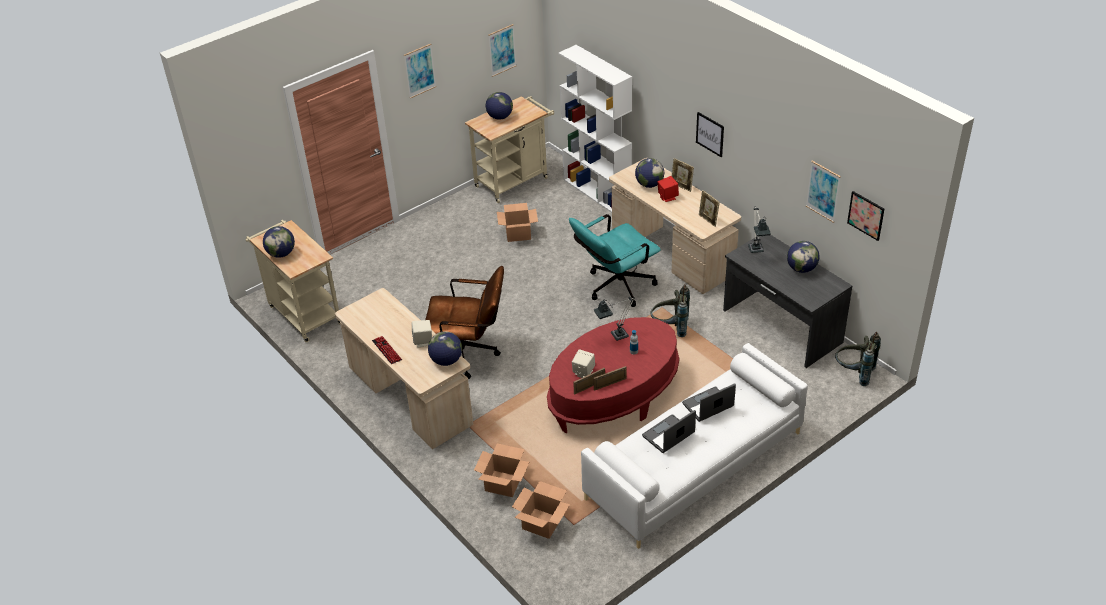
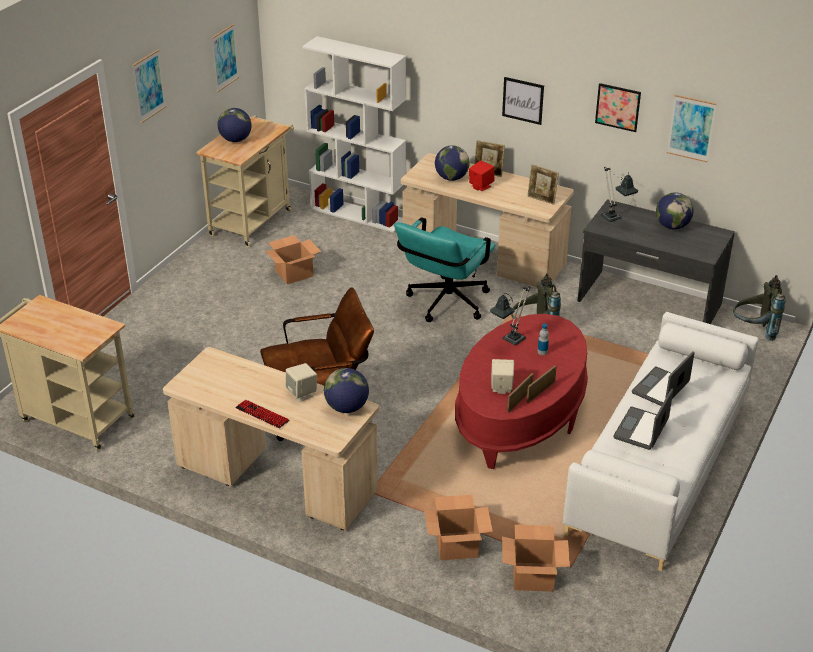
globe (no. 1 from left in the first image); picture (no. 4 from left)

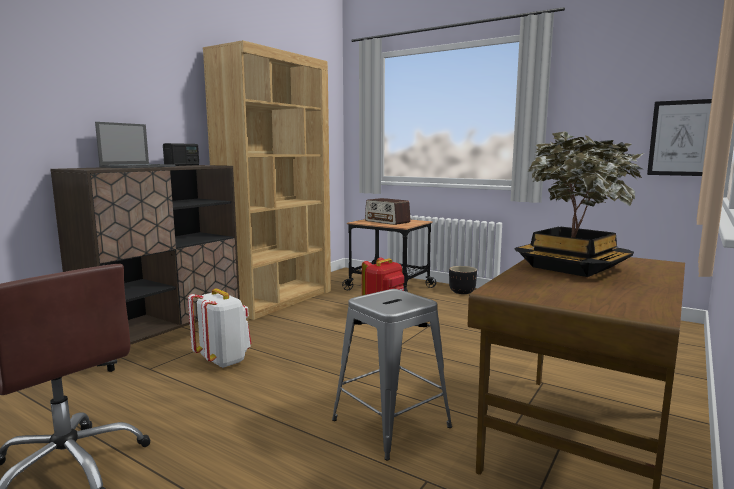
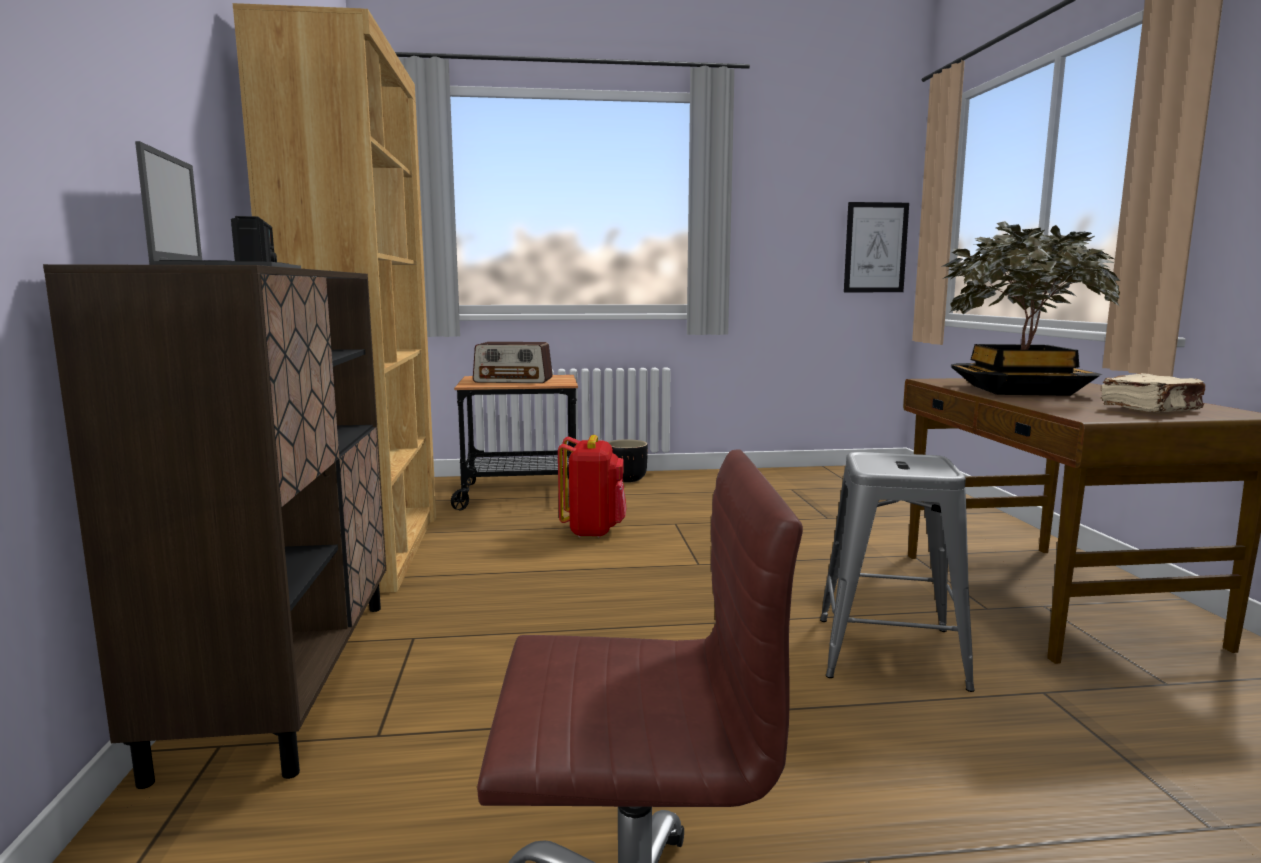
white_backpack; beige_book

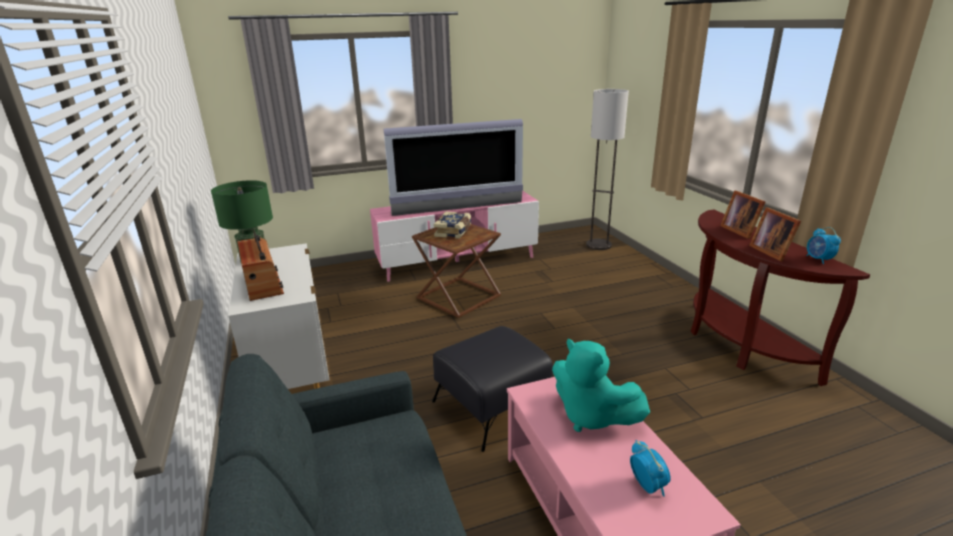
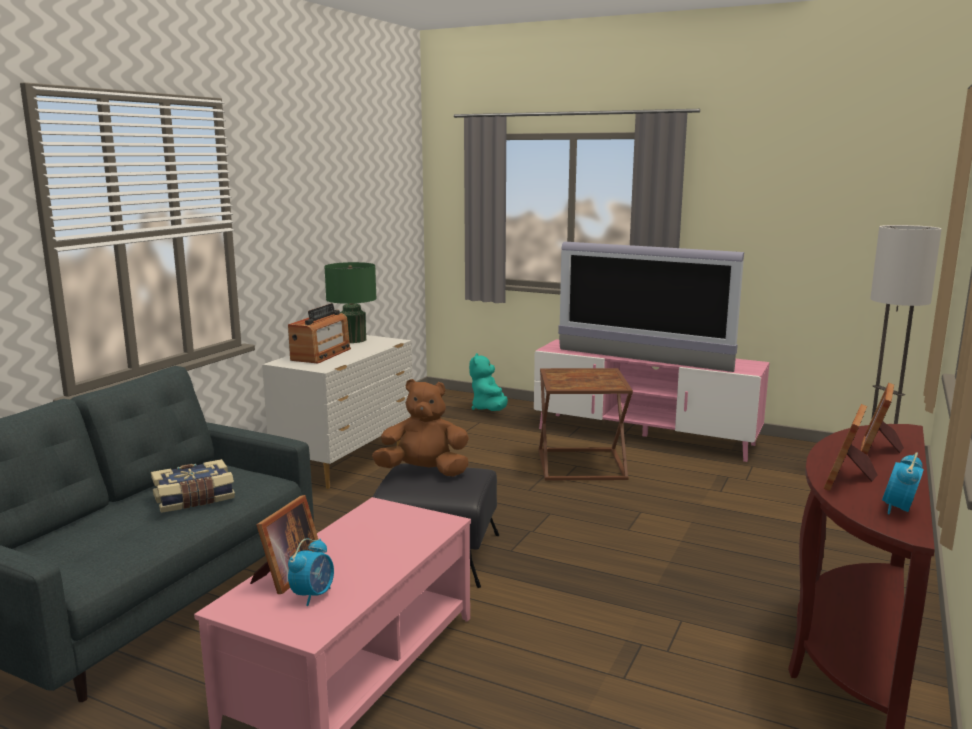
book; turquoise_plush_toy; picture_frame (no. 1 from left); brown_plush_toy

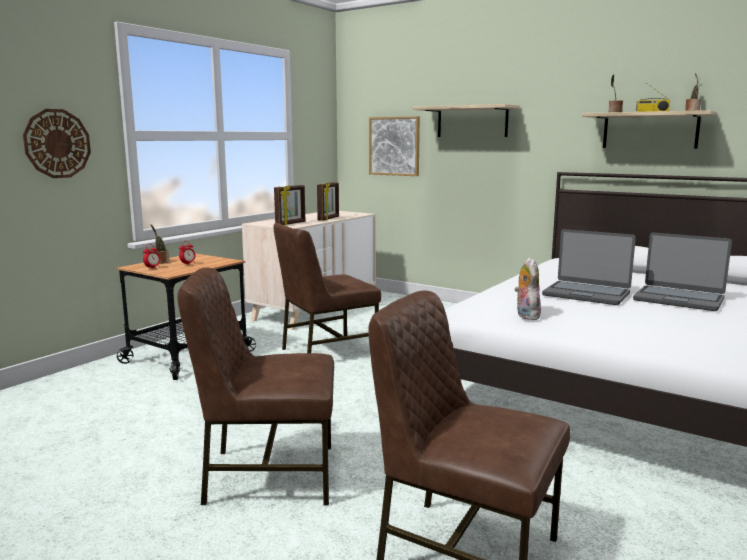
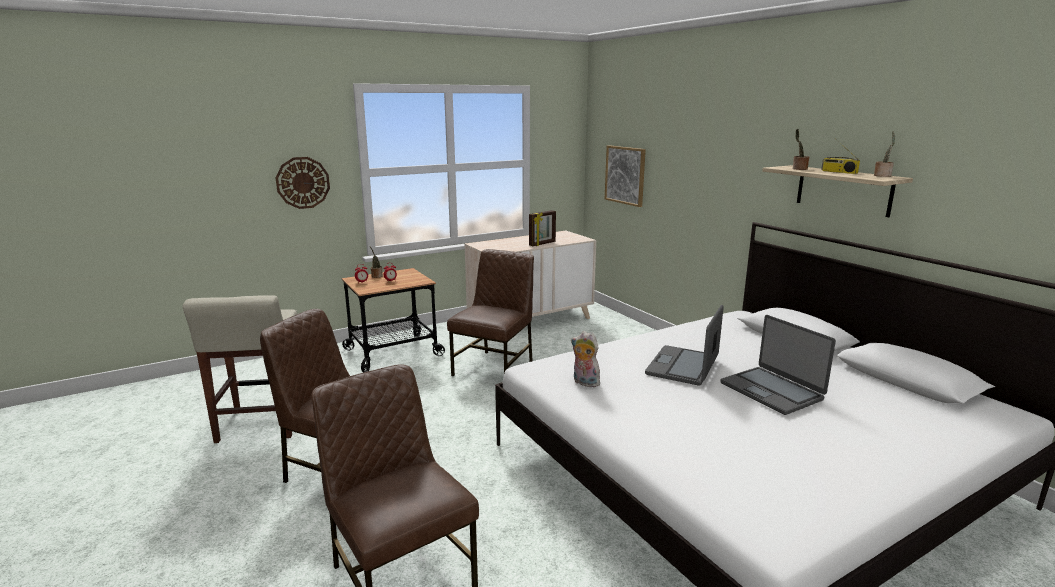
brown_chair (no. 3 from left); picture_frame (no. 1 from left in the first image); shelf (no. 1 from left in the first image); plush_toy; laptop (no. 1 from left); beige_stool

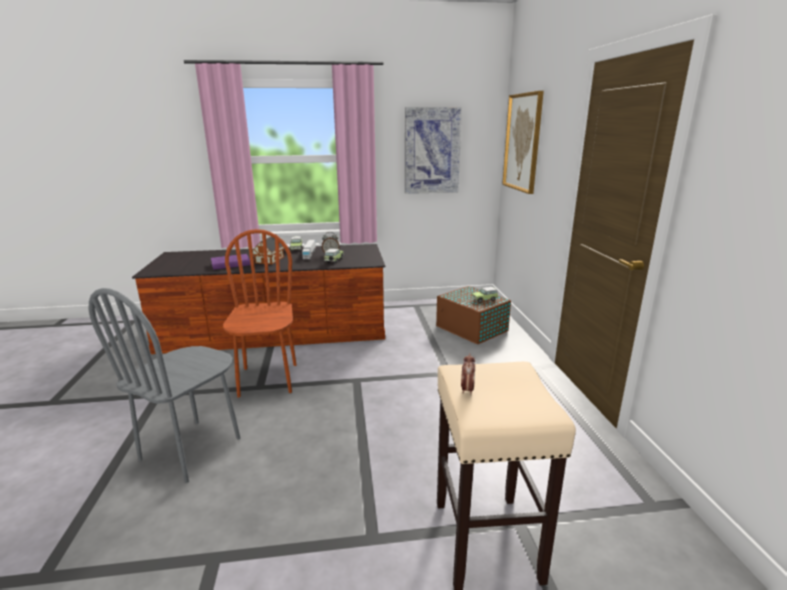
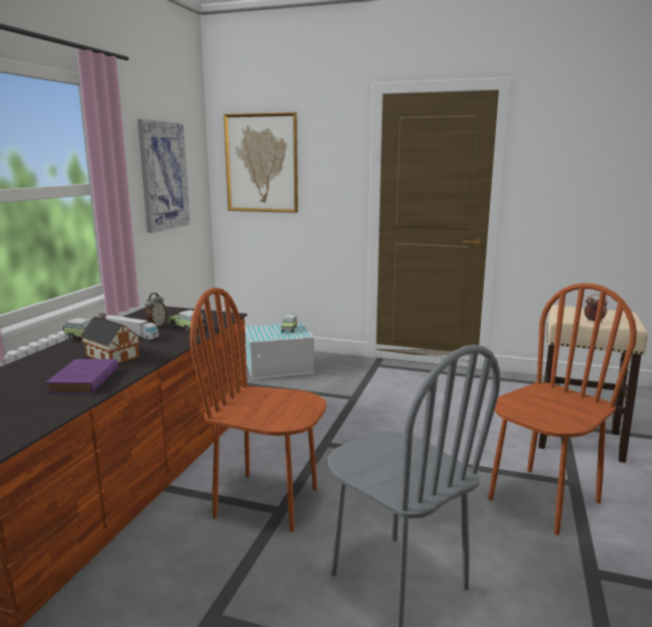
white_storage_box; brown_chair (no. 2 from left)

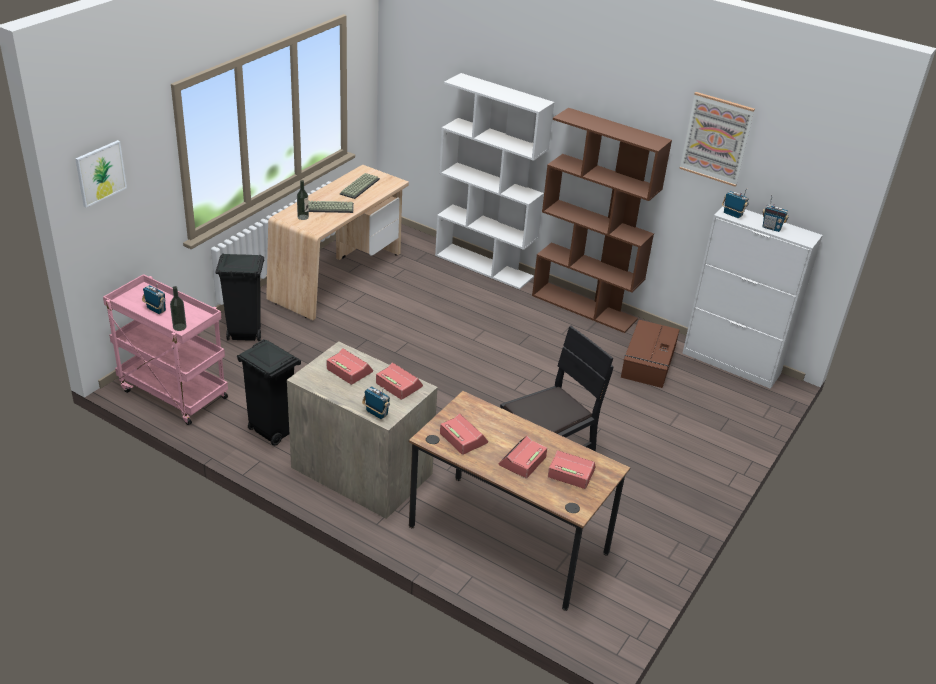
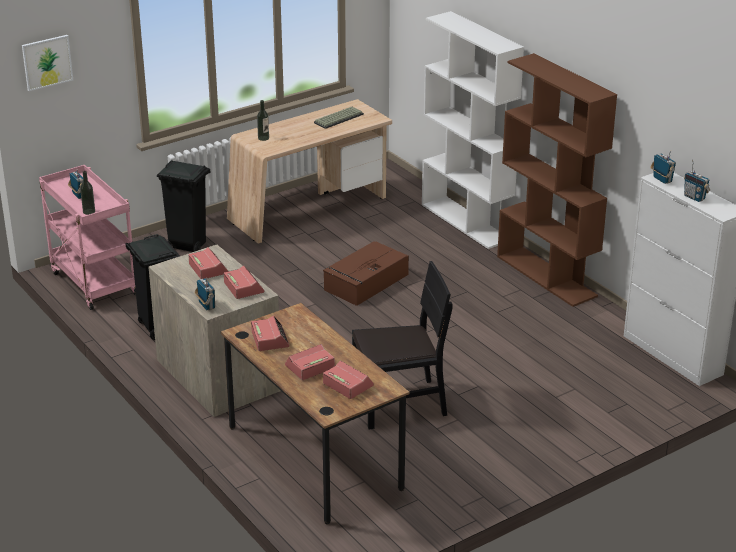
keyboard (no. 1 from left in the first image); brown_storage_box; picture (no. 2 from left in the first image)

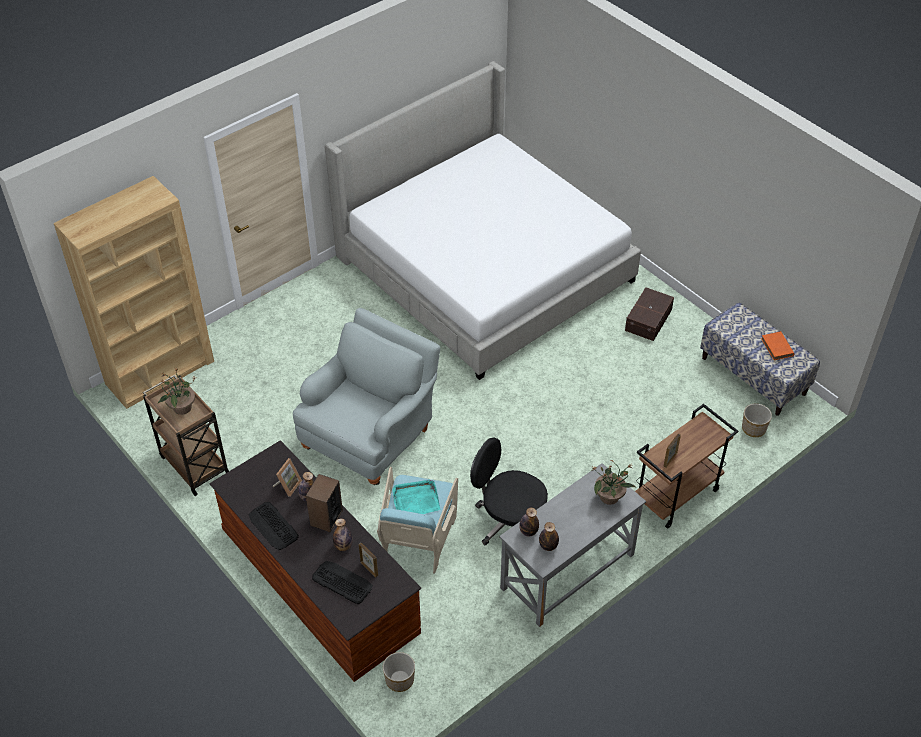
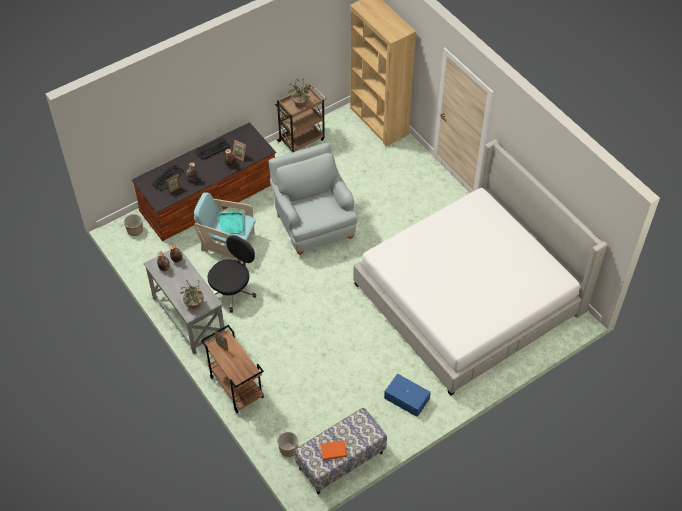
grey_armchair; speaker; blue_storage_box

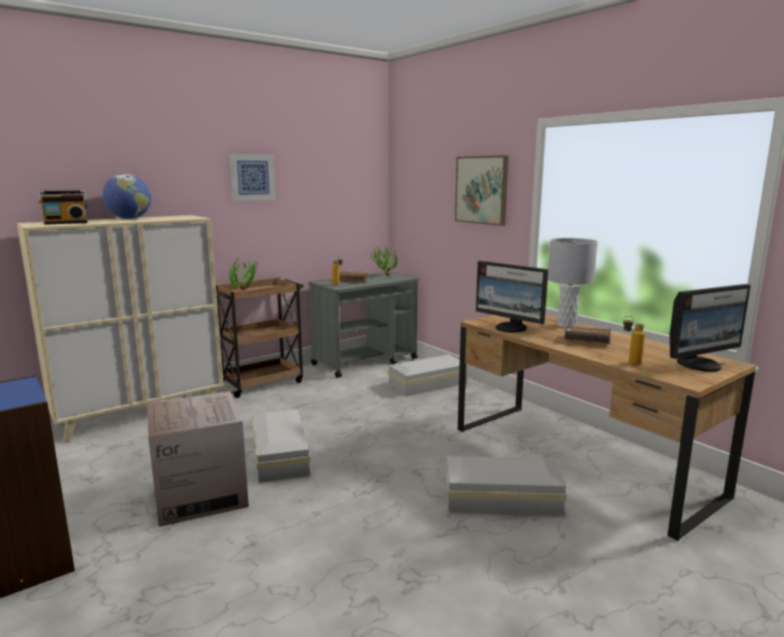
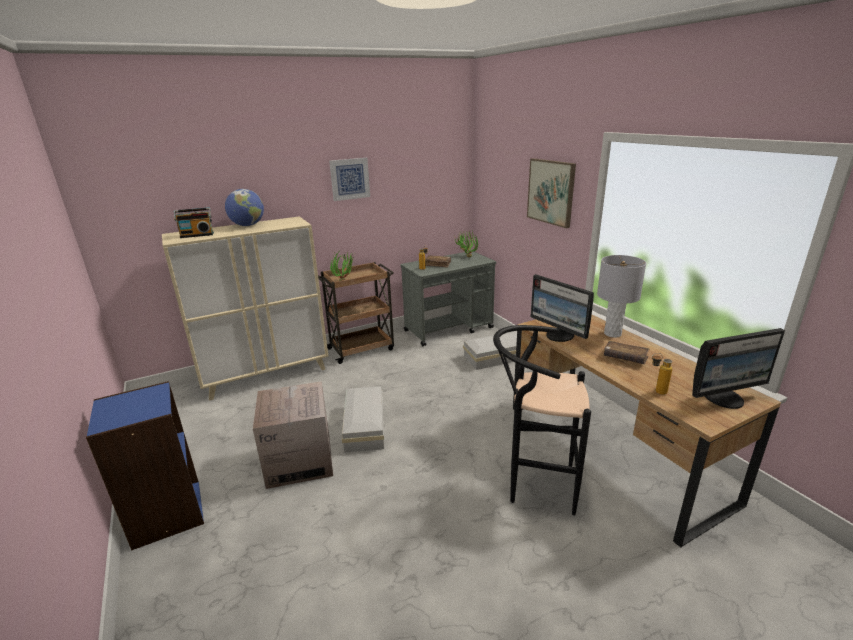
black_stool

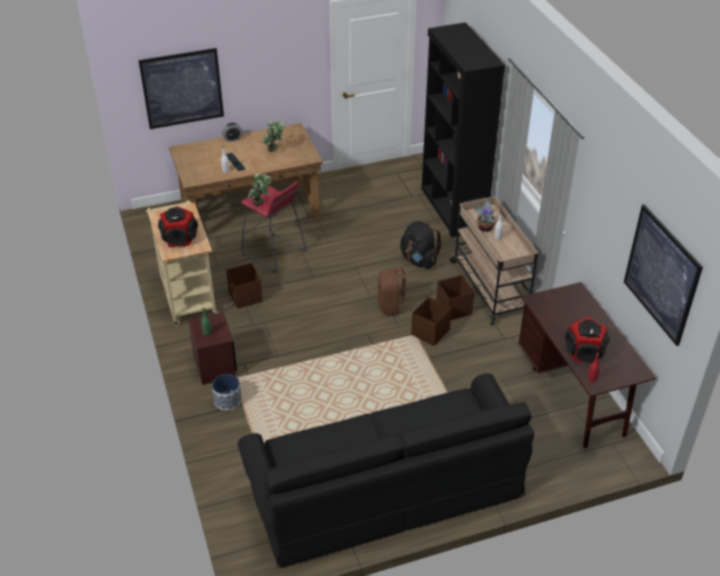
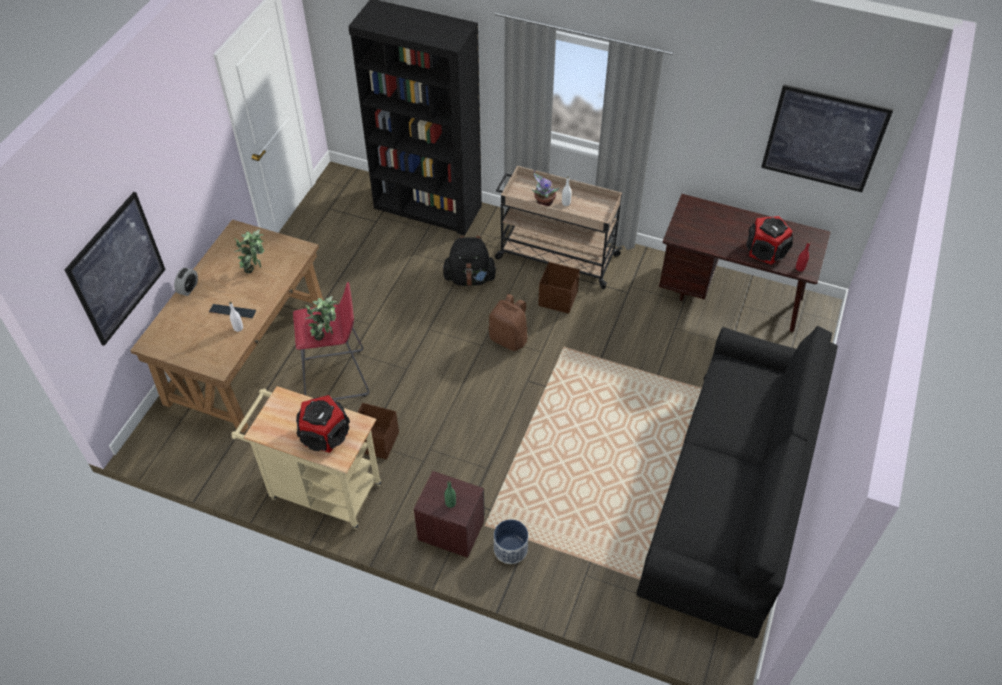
brown_storage_box (no. 2 from left in the first image)

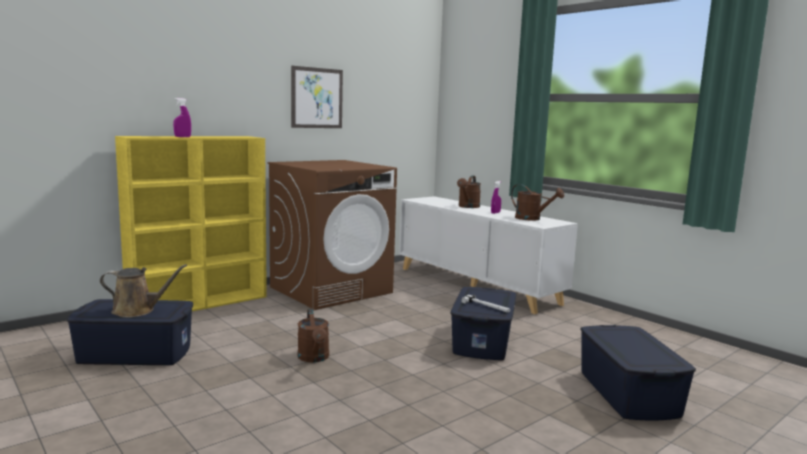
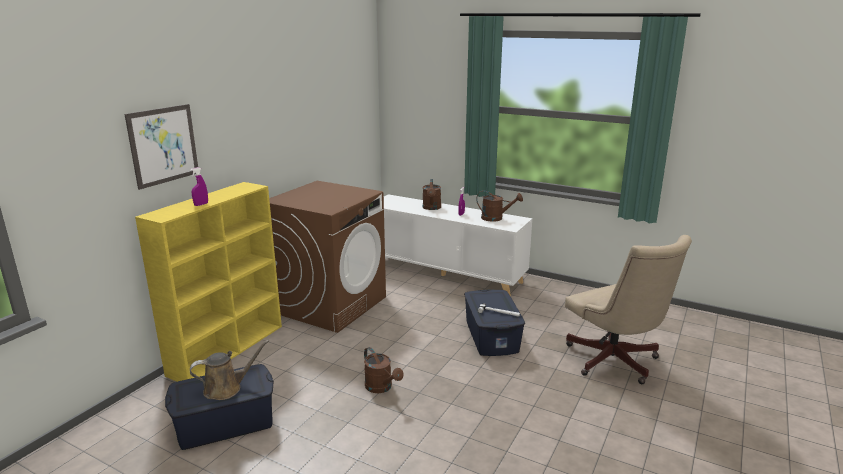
picture; beige_office_chair

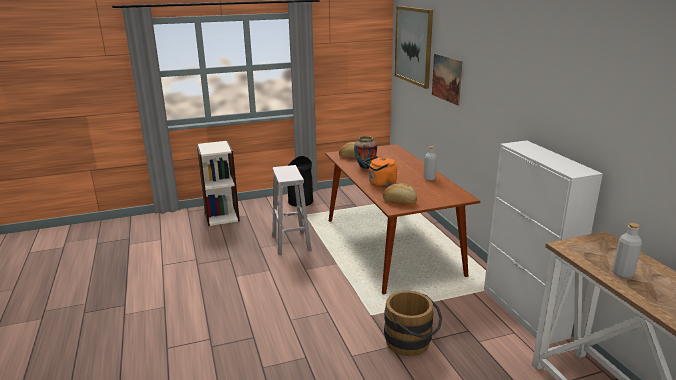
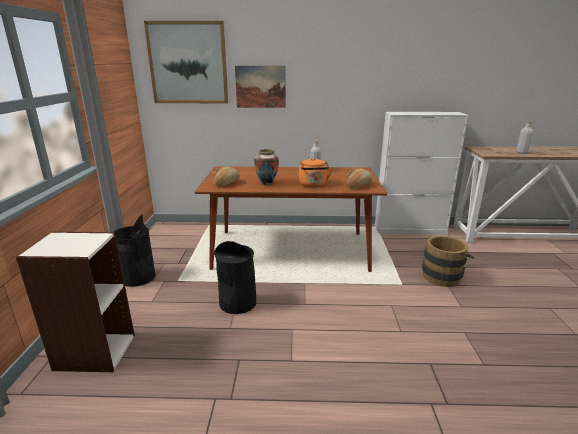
black_trash_can (no. 2 from left)

